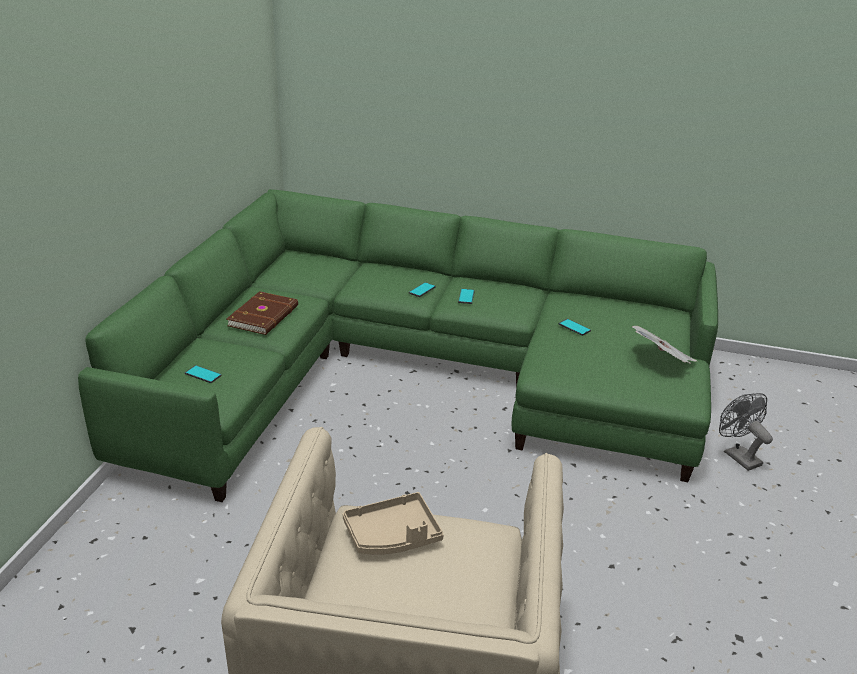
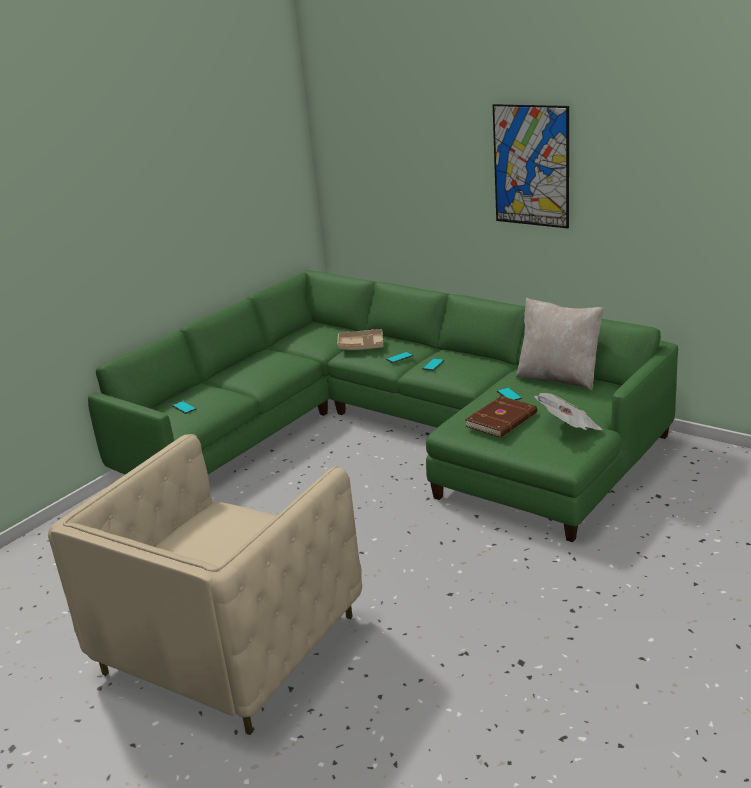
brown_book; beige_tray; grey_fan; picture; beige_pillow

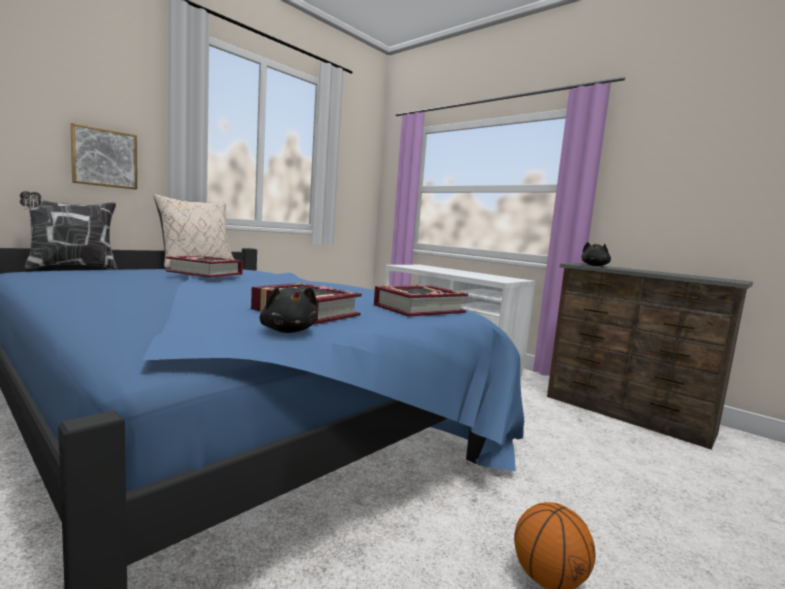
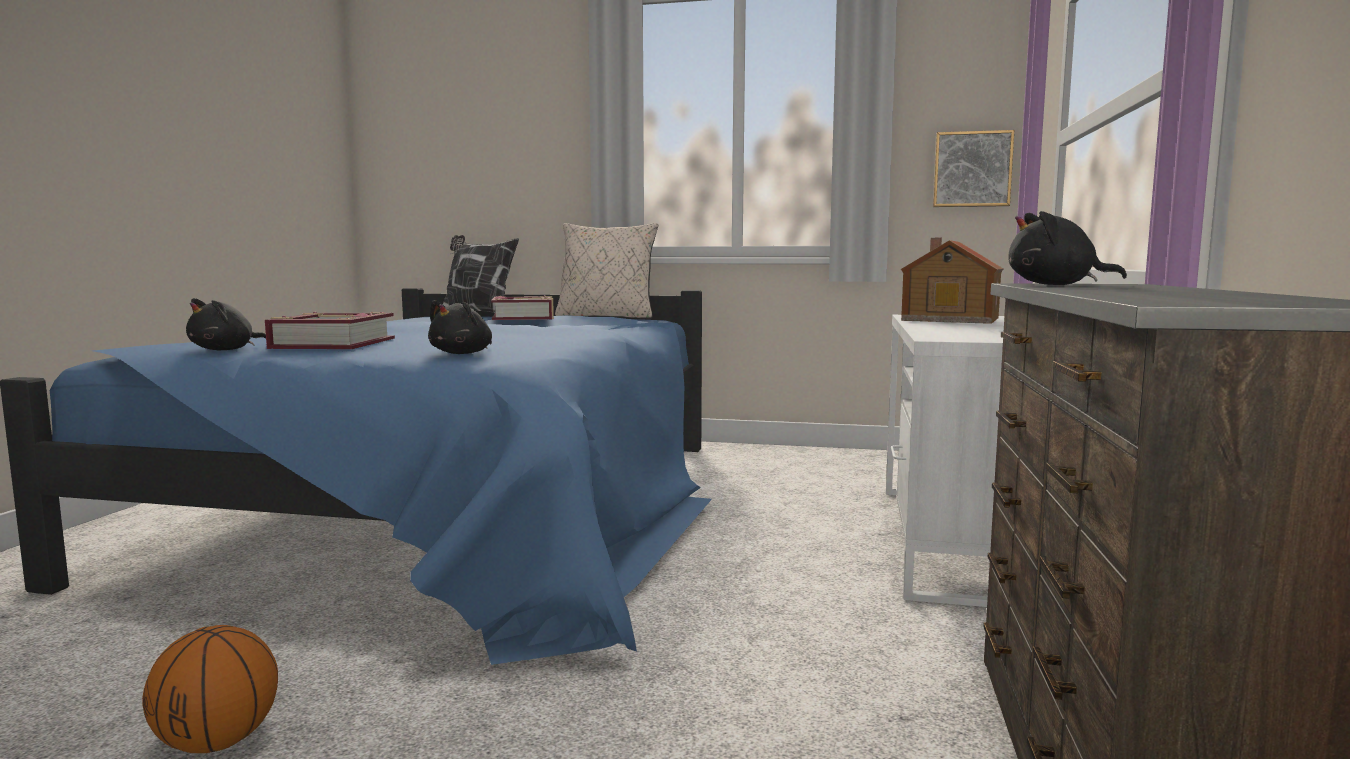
picture; black_plush_toy (no. 2 from left); toy_house

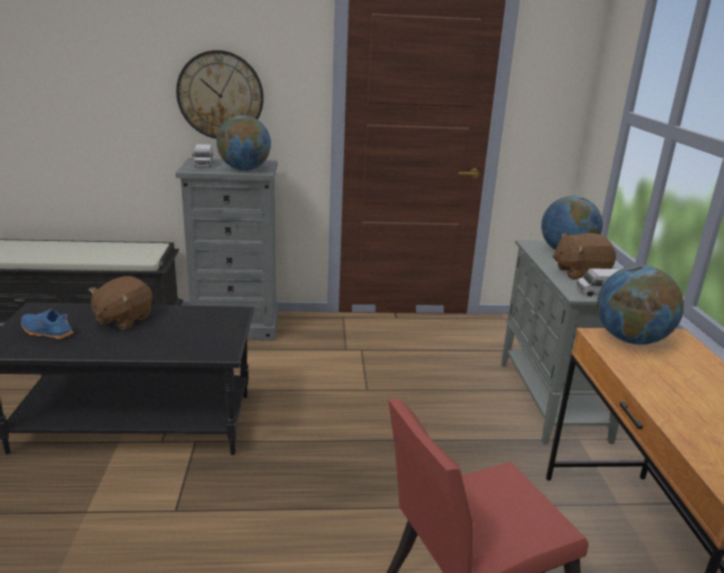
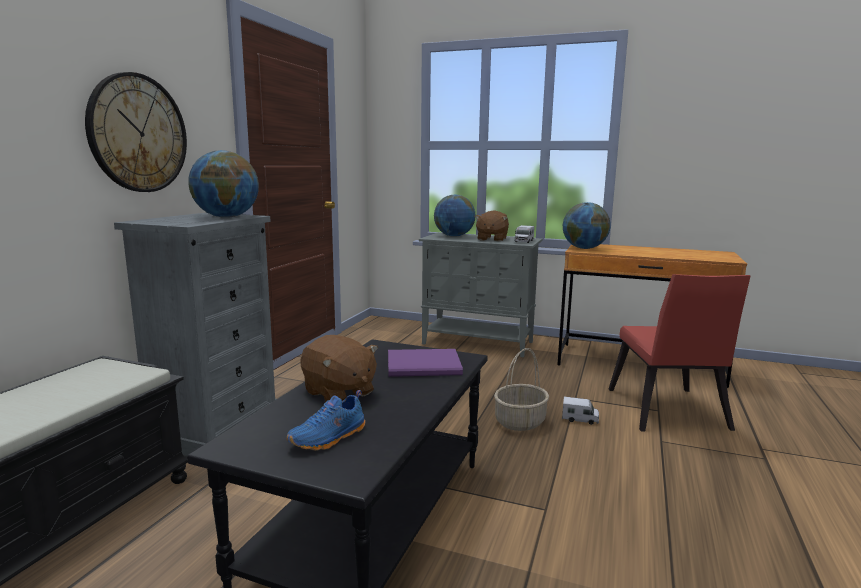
toy_truck (no. 2 from left); purple_book; basket

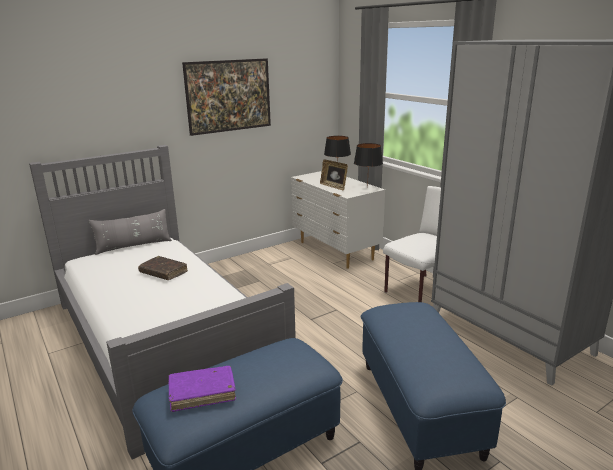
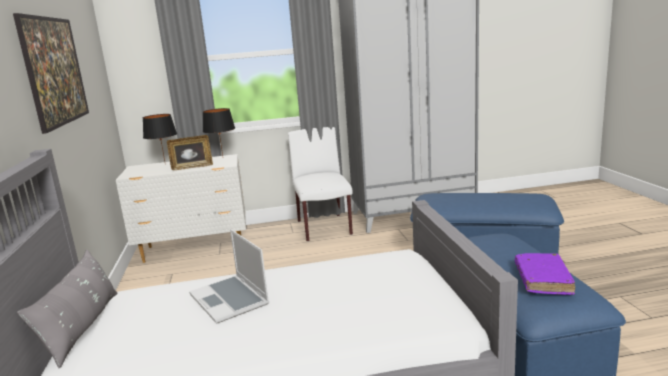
laptop

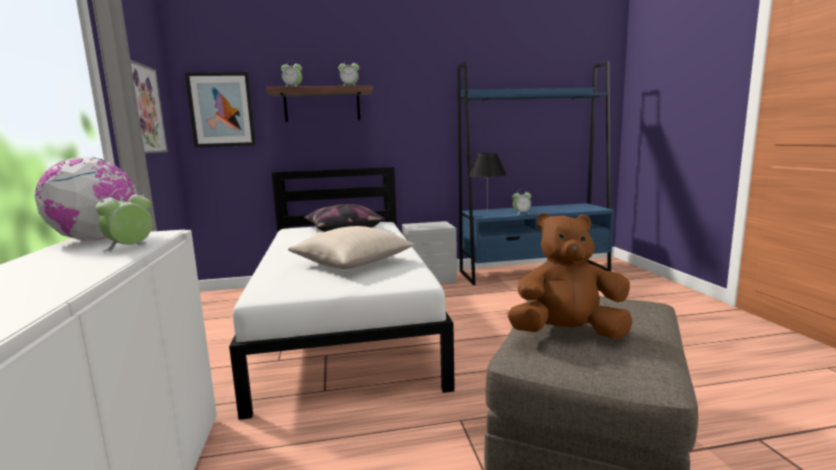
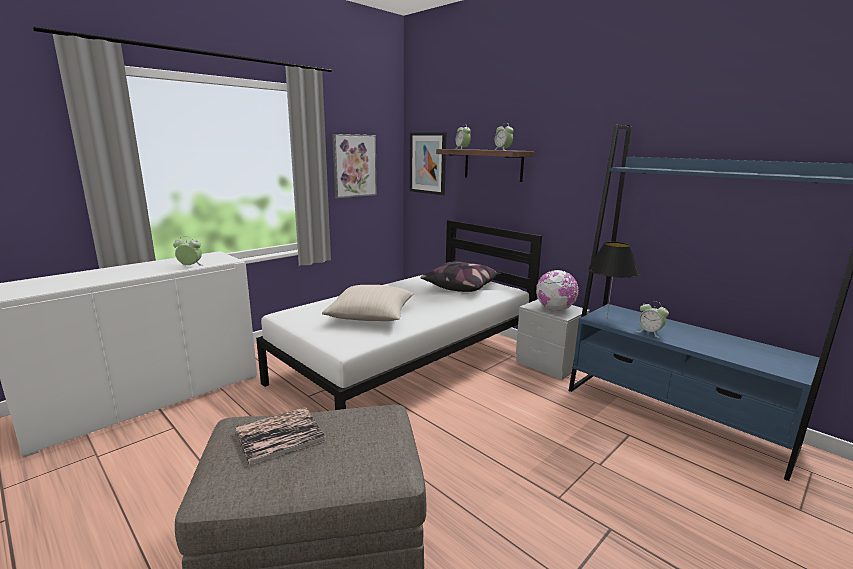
globe; book

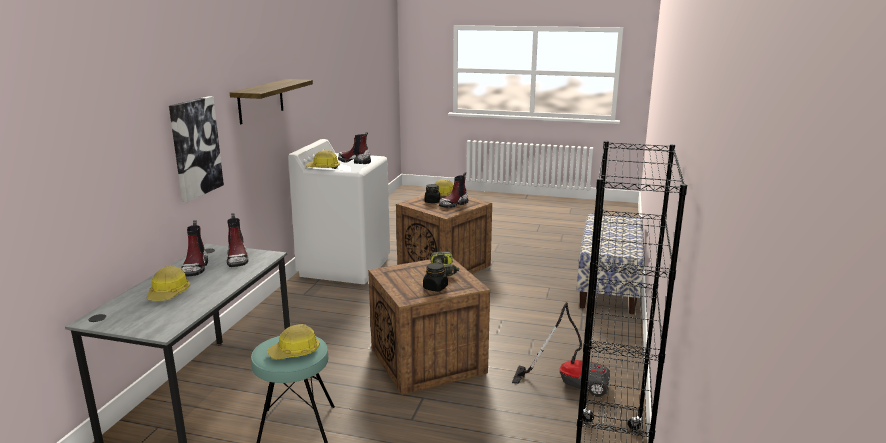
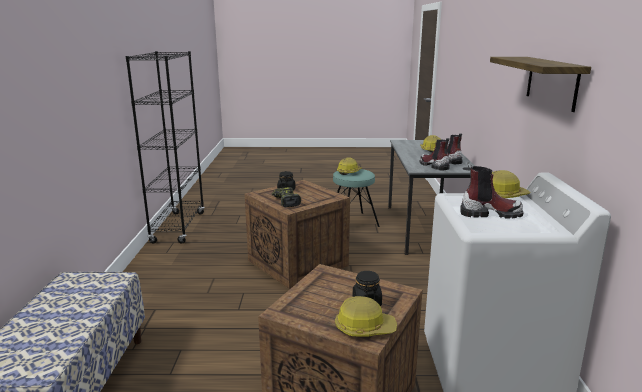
picture; boot (no. 4 from left in the first image); vacuum_cleaner

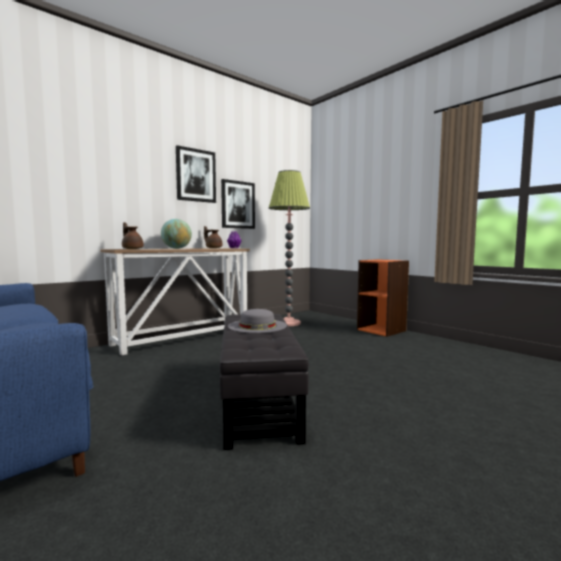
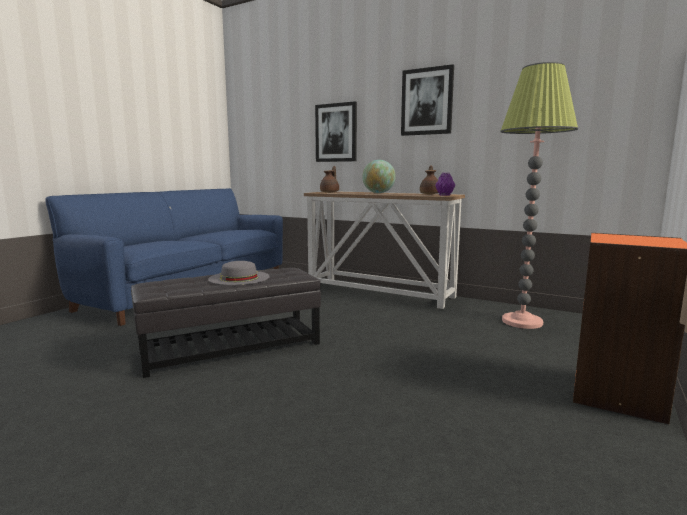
picture (no. 1 from left)

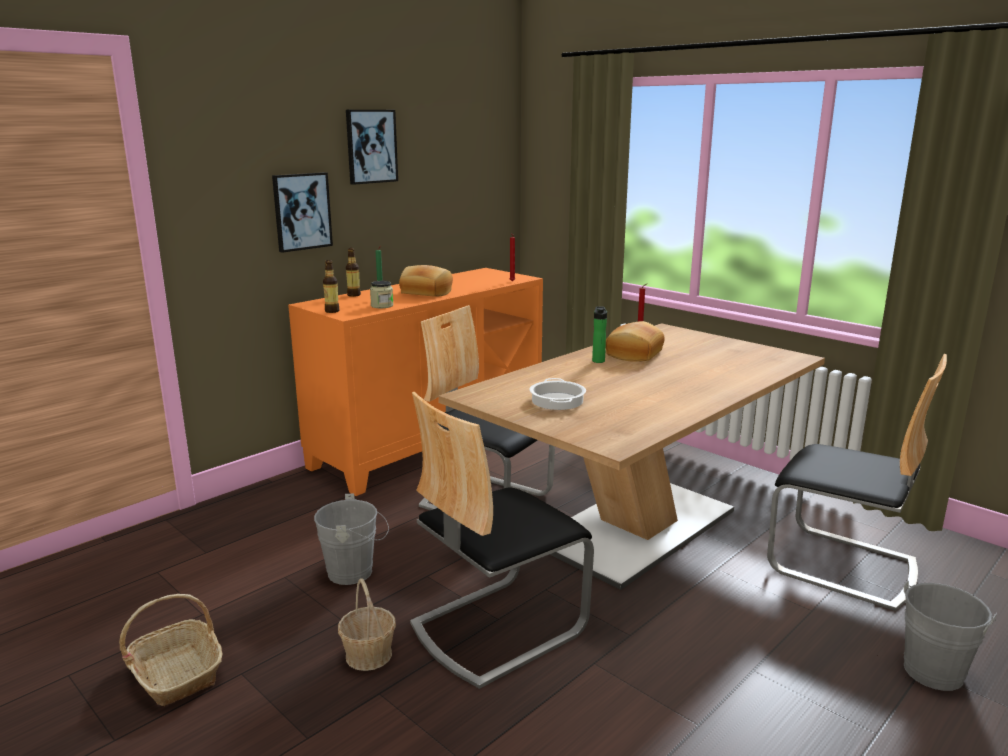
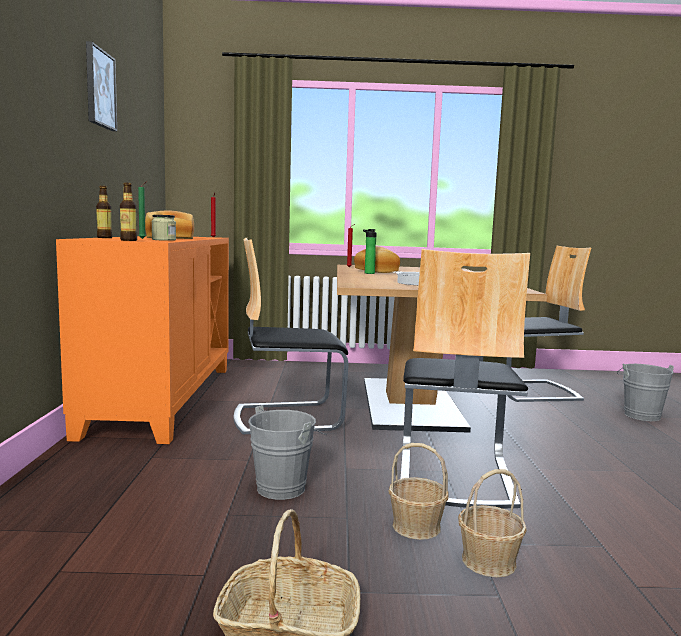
picture (no. 1 from left in the first image); basket (no. 3 from left)

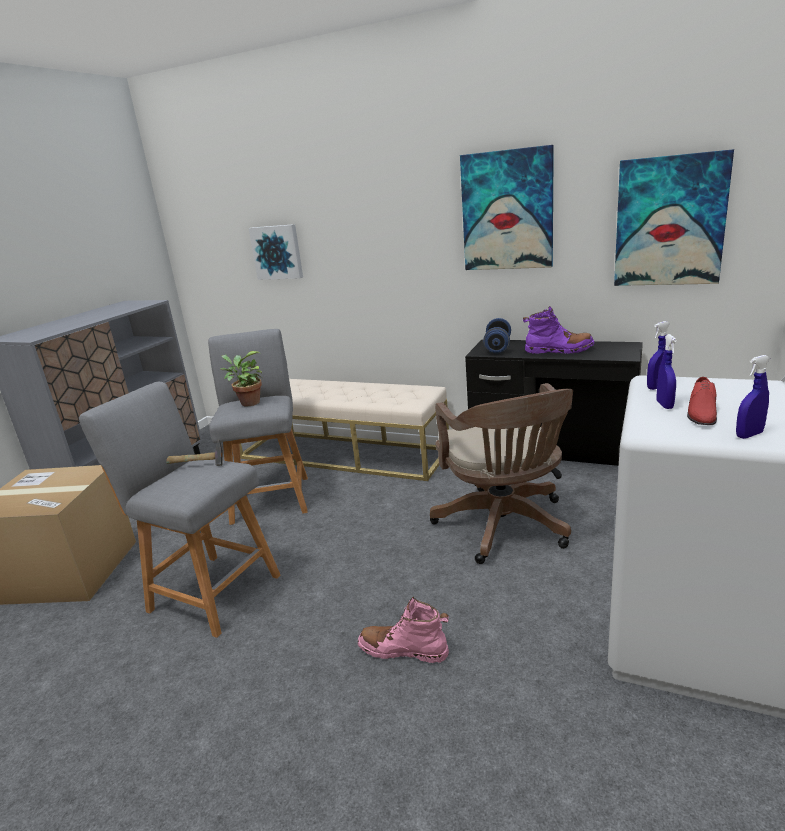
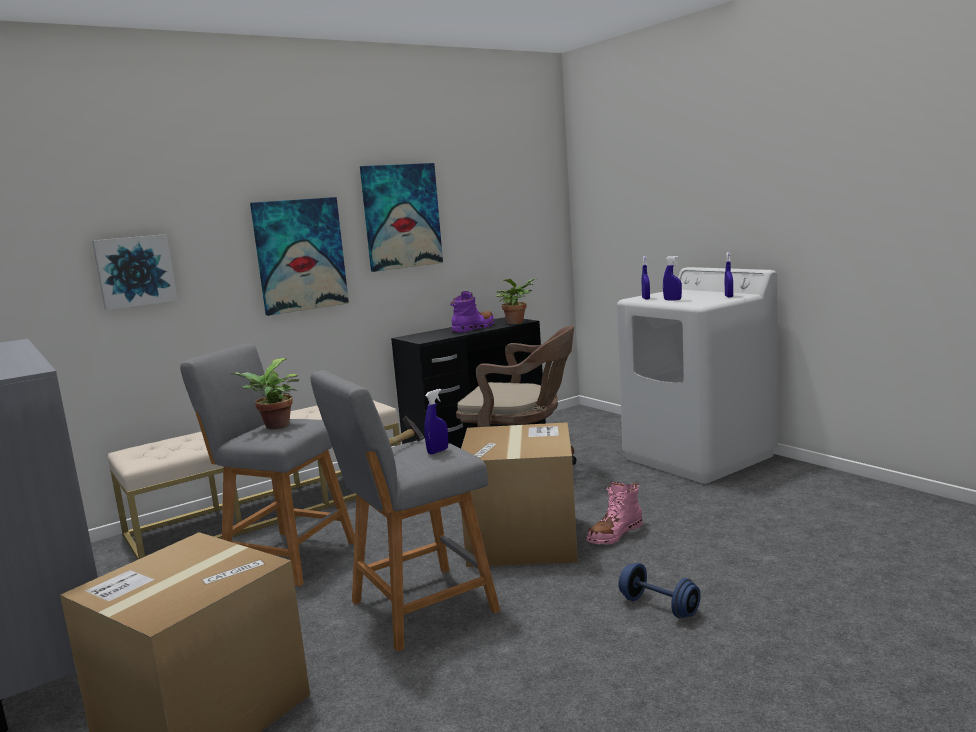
blue_dumbbell; picture (no. 2 from left); red_shoe; blue_spray_bottle (no. 1 from left); cardboard_box (no. 2 from left); potted_plant (no. 2 from left)

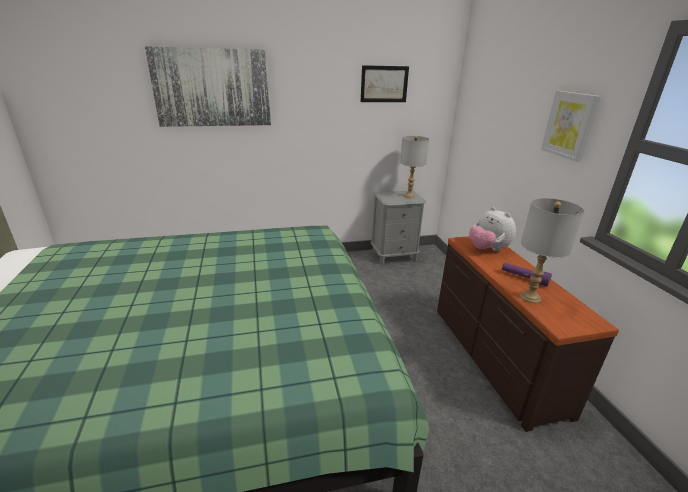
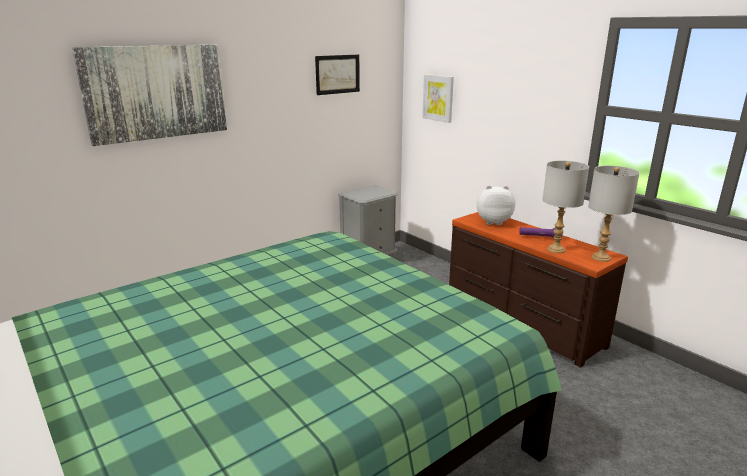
grey_table_lamp (no. 2 from left); plush_toy; picture (no. 3 from left)

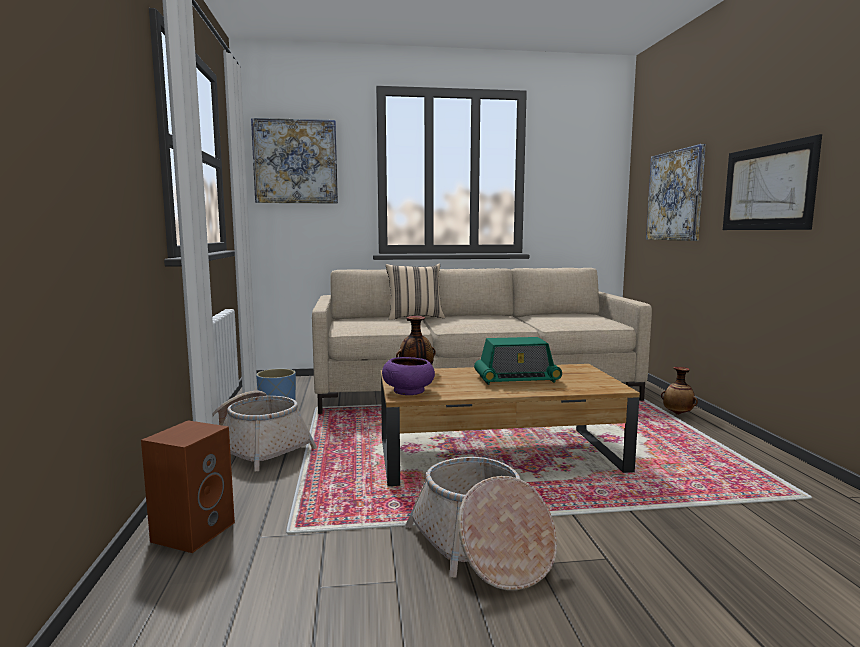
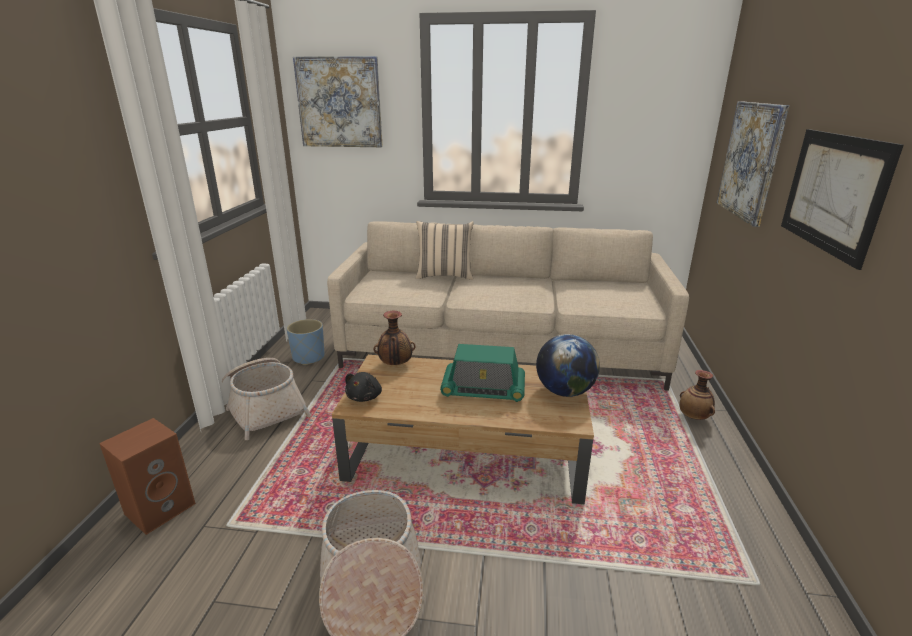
black_plush_toy; globe

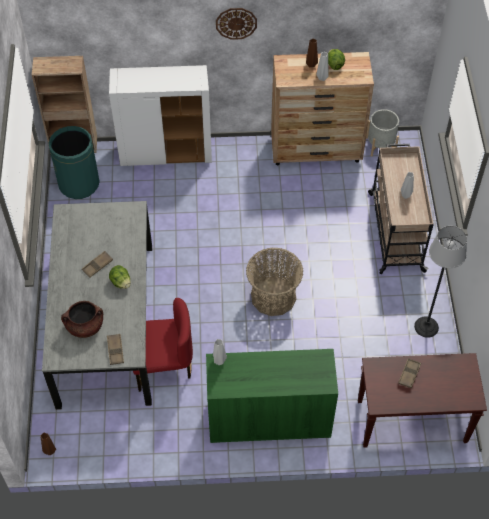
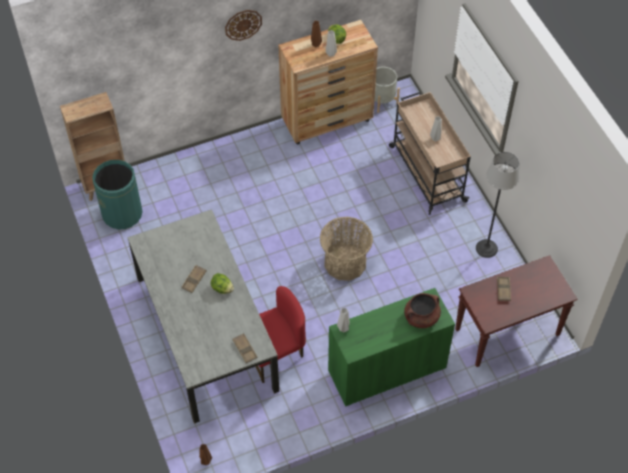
brown_cooking_pot; white_cabinet

